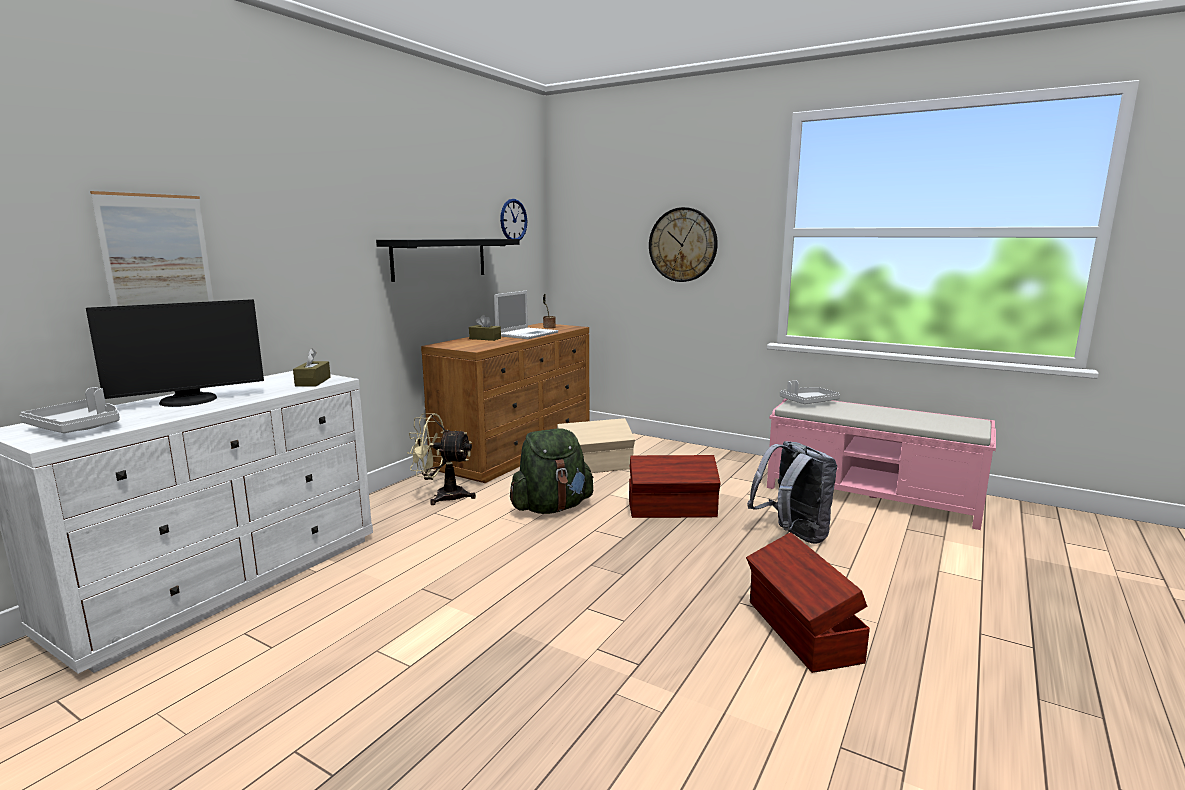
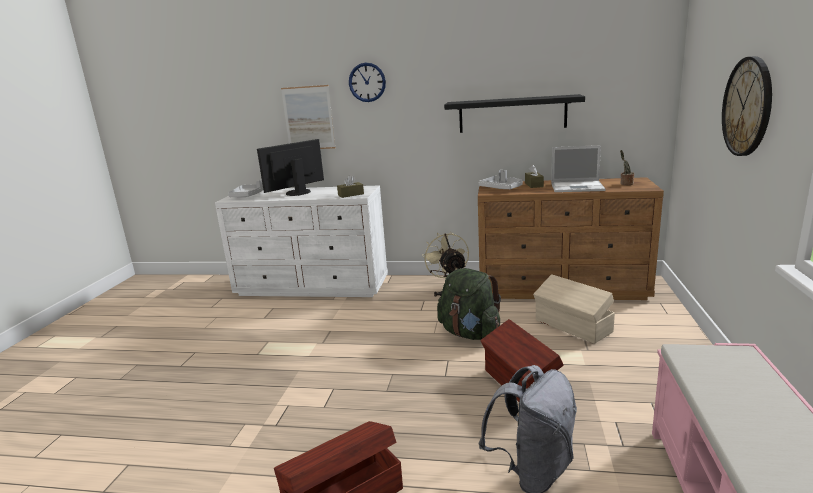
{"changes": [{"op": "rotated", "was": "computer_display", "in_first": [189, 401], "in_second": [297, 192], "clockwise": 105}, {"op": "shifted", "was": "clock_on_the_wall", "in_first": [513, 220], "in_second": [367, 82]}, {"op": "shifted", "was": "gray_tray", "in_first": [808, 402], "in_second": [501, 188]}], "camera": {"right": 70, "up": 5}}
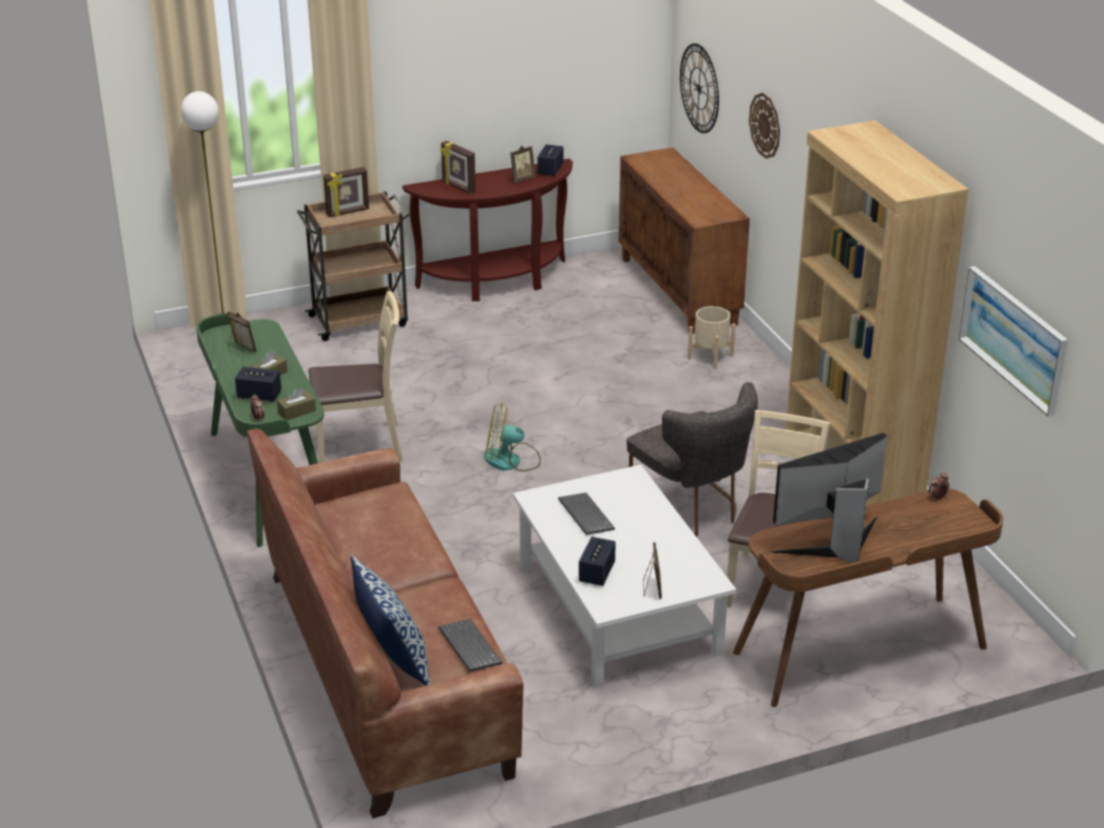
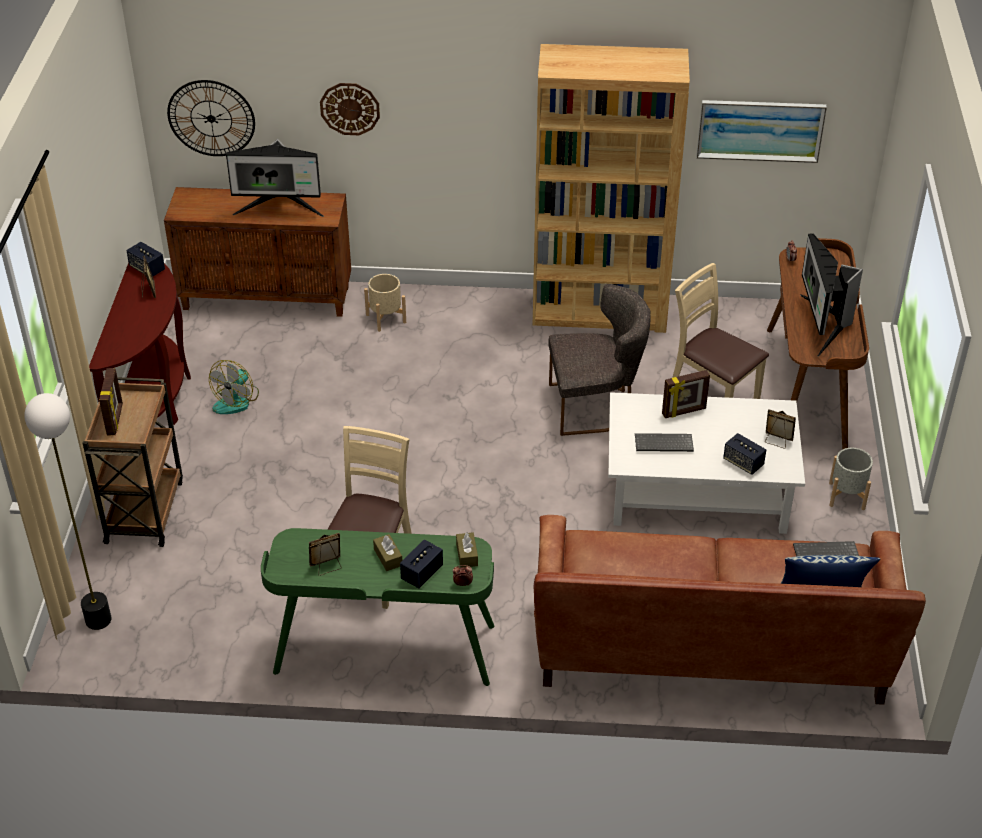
{"changes": [{"op": "shifted", "was": "cooling_fan", "in_first": [511, 460], "in_second": [236, 400]}, {"op": "new", "now": "computer_display", "in_second": [280, 208]}, {"op": "shifted", "was": "photo_frame", "in_first": [458, 187], "in_second": [684, 412]}, {"op": "new", "now": "gray_plant_pot", "in_second": [847, 495]}], "camera": {"right": -65, "up": 10}}
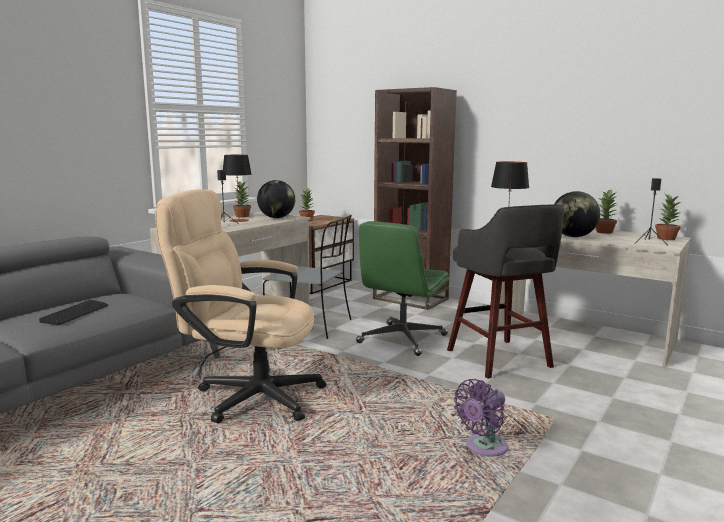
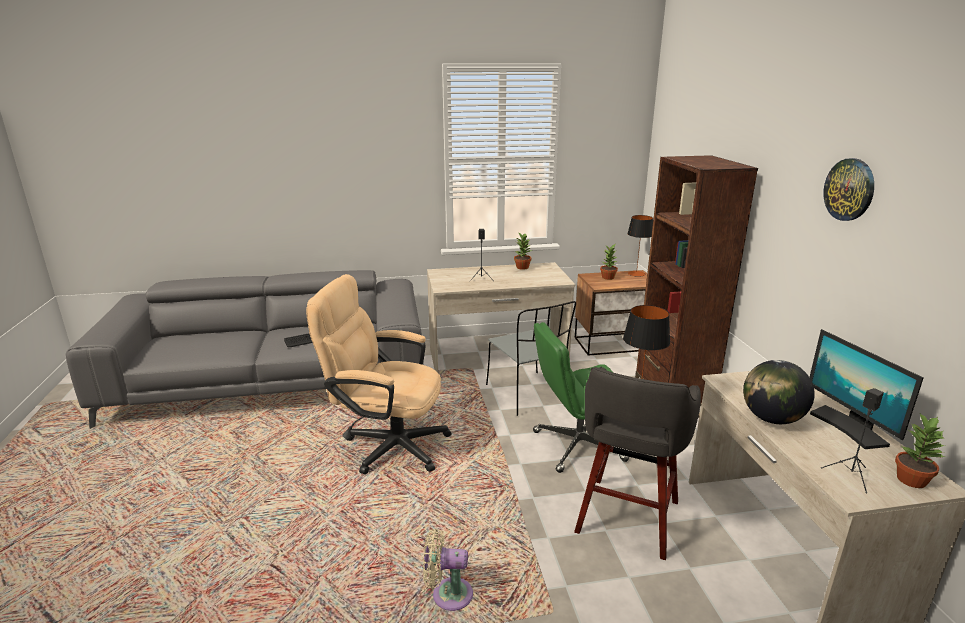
{"changes": [{"op": "rotated", "was": "beige_desk_chair", "in_first": [248, 395], "in_second": [387, 444], "clockwise": -45}, {"op": "repainted", "was": "purple-coloured_cooling_fan", "now": "beige_cooling_fan", "in_first": [483, 448], "in_second": [448, 594]}, {"op": "shifted", "was": "tabletop_lamp", "in_first": [239, 220], "in_second": [636, 273]}, {"op": "swapped", "was": "plant_in_a_pot", "now": "computer_display", "in_first": [605, 232], "in_second": [848, 427]}, {"op": "new", "now": "clock_on_the_wall", "in_second": [849, 189]}, {"op": "gone", "was": "globe", "in_first": [276, 218]}], "camera": {"right": 45, "up": 10}}
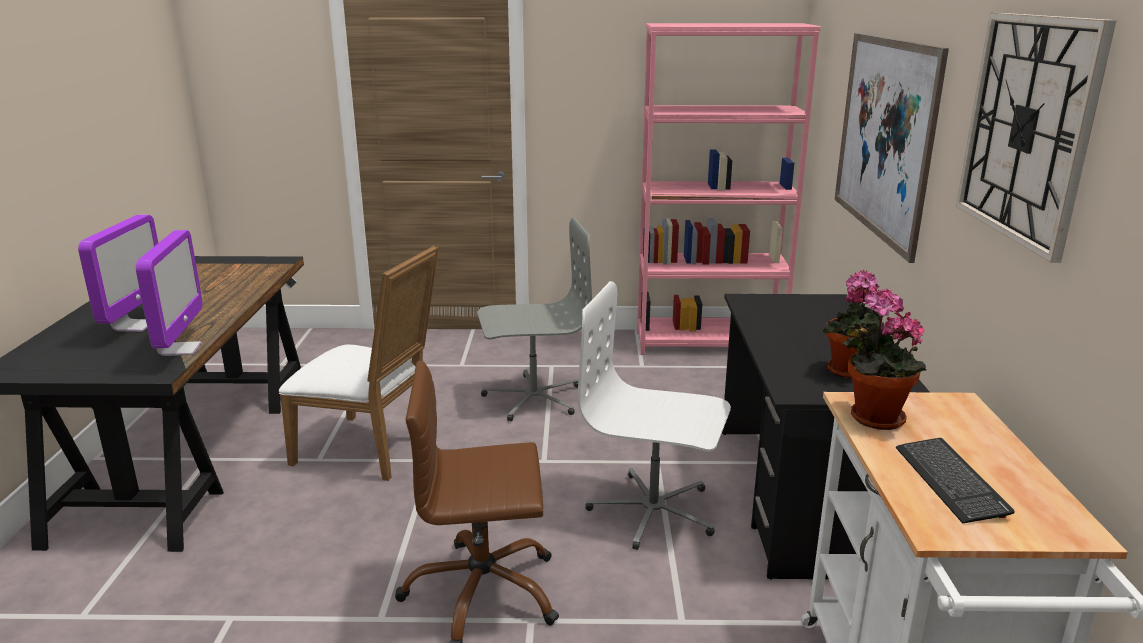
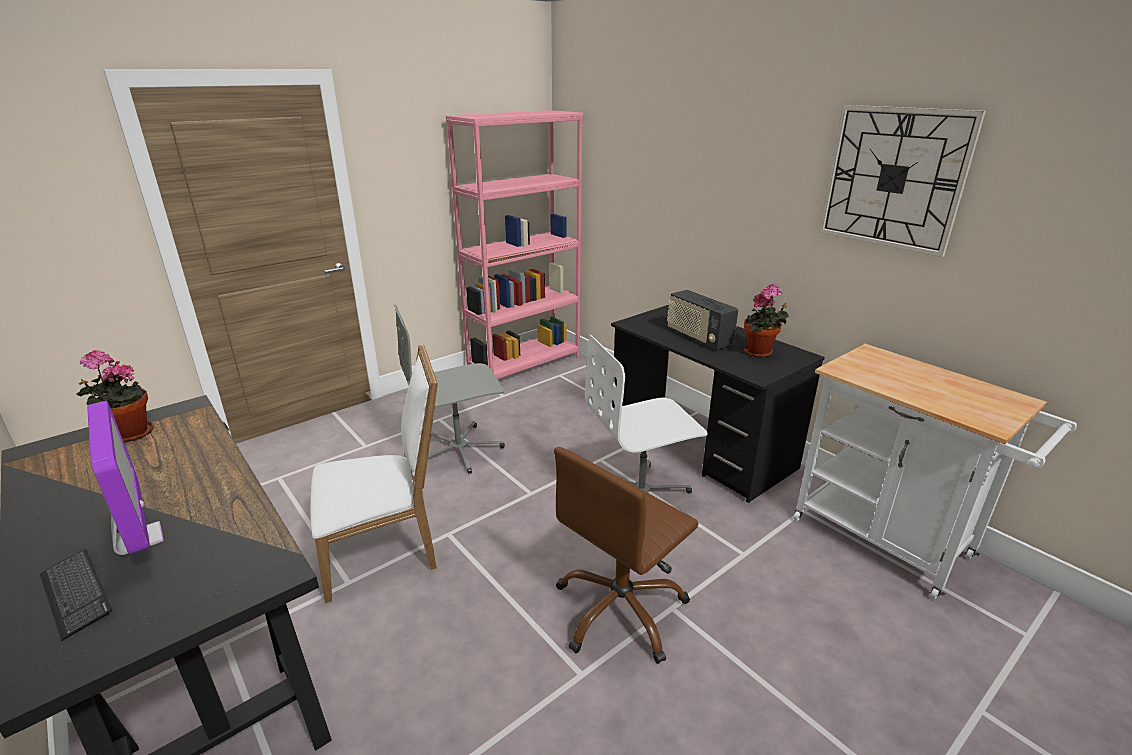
{"changes": [{"op": "shifted", "was": "computer_keyboard", "in_first": [950, 481], "in_second": [76, 594]}, {"op": "shifted", "was": "plant_in_a_pot", "in_first": [871, 418], "in_second": [129, 434]}, {"op": "rotated", "was": "gray_desk_chair", "in_first": [533, 398], "in_second": [459, 449], "clockwise": -150}, {"op": "new", "now": "radio", "in_second": [698, 338]}, {"op": "gone", "was": "computer_display", "in_first": [180, 349]}, {"op": "gone", "was": "wall_art", "in_first": [883, 137]}], "camera": {"right": -40, "up": 5}}
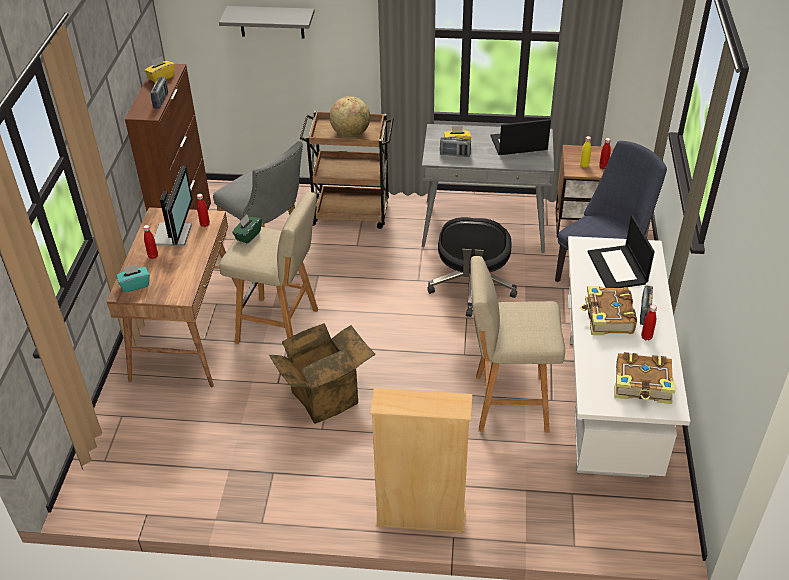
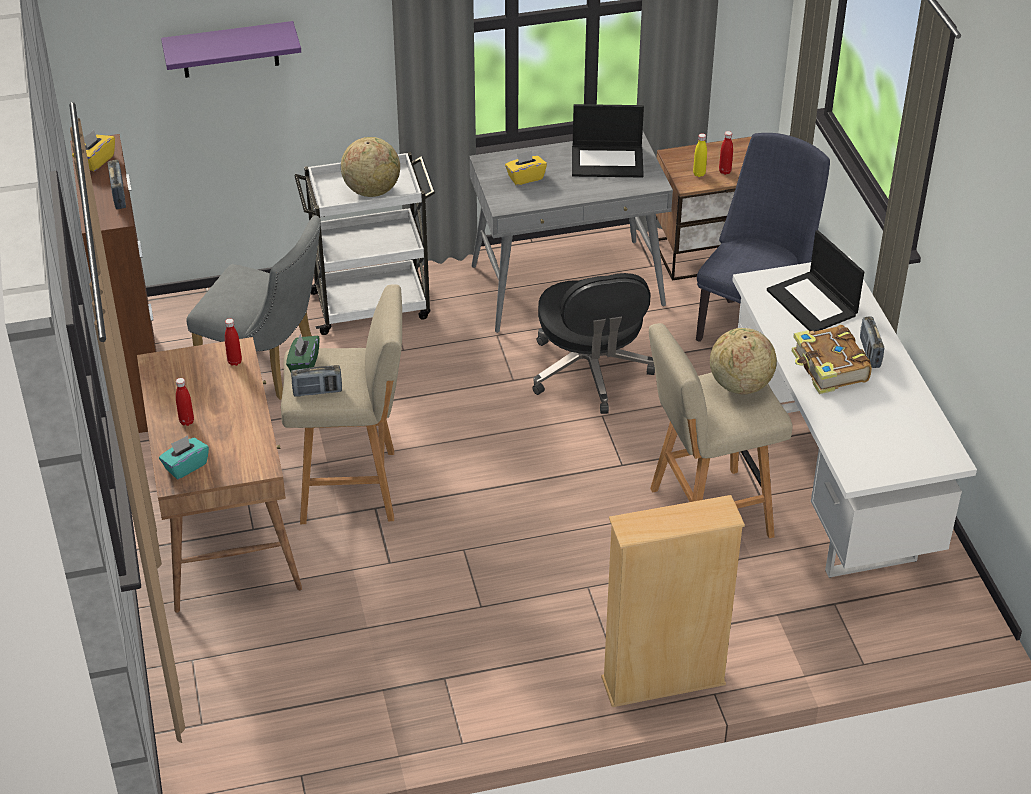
{"changes": [{"op": "repainted", "was": "gray_shelf", "now": "purple-coloured_shelf", "in_first": [271, 22], "in_second": [229, 50]}, {"op": "shifted", "was": "radio", "in_first": [455, 154], "in_second": [317, 391]}, {"op": "repainted", "was": "brown_wheeled_cart", "now": "white-coloured_wheeled_cart", "in_first": [352, 213], "in_second": [372, 305]}, {"op": "rotated", "was": "notebook_computer", "in_first": [518, 144], "in_second": [608, 161], "clockwise": -150}, {"op": "new", "now": "globe", "in_second": [740, 385]}, {"op": "gone", "was": "computer_display", "in_first": [174, 234]}, {"op": "gone", "was": "packing_box", "in_first": [324, 395]}, {"op": "gone", "was": "book", "in_first": [643, 385]}, {"op": "gone", "was": "reddish_beverage_bottle", "in_first": [646, 337]}], "camera": {"right": -20, "up": 0}}
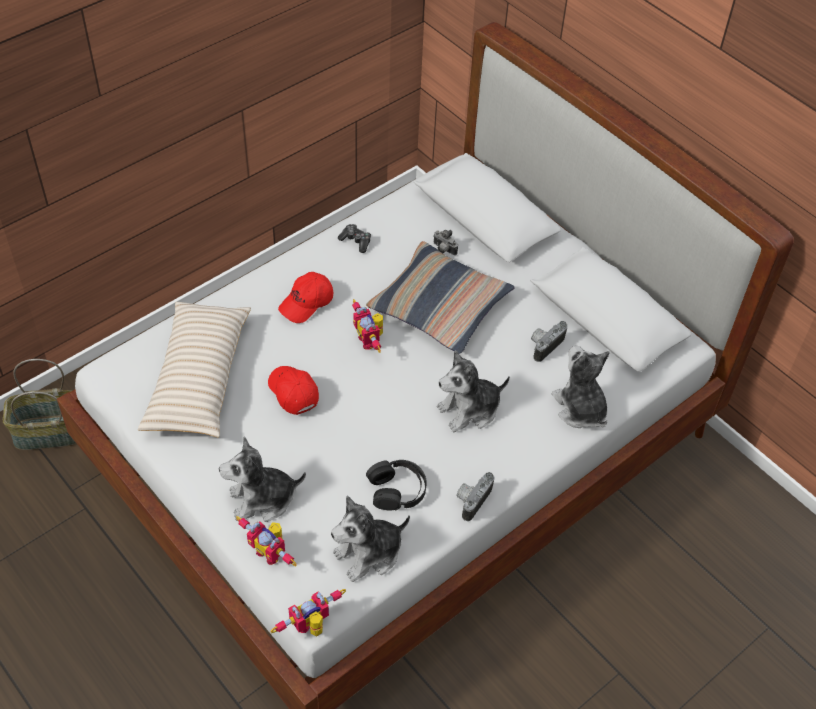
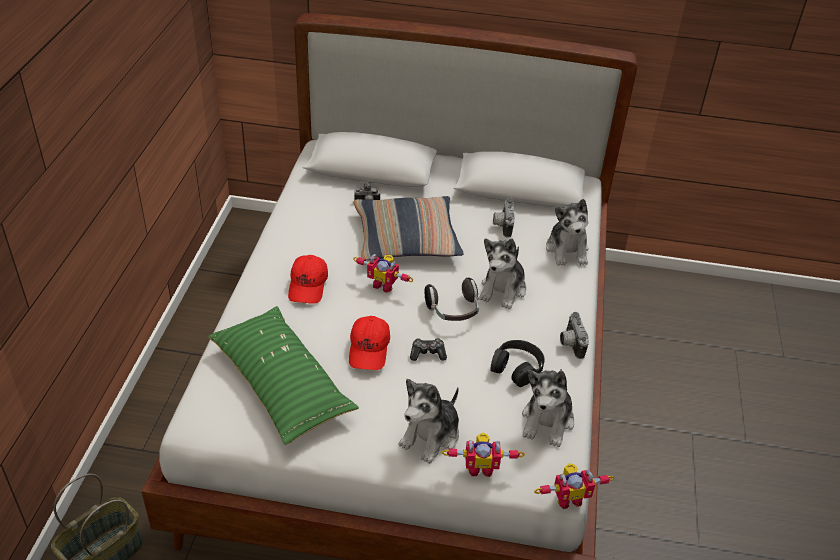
{"changes": [{"op": "repainted", "was": "beige_cushion", "now": "green_cushion", "in_first": [198, 378], "in_second": [281, 384]}, {"op": "rotated", "was": "reddish_cap", "in_first": [292, 393], "in_second": [369, 350], "clockwise": -105}, {"op": "shifted", "was": "game_controller", "in_first": [356, 241], "in_second": [427, 353]}, {"op": "new", "now": "pair_of_headphones", "in_second": [453, 311]}, {"op": "rotated", "was": "model_robot", "in_first": [312, 628], "in_second": [568, 498], "clockwise": -120}, {"op": "rotated", "was": "soft_toy", "in_first": [580, 408], "in_second": [567, 250], "clockwise": -120}], "camera": {"right": -40, "up": -10}}
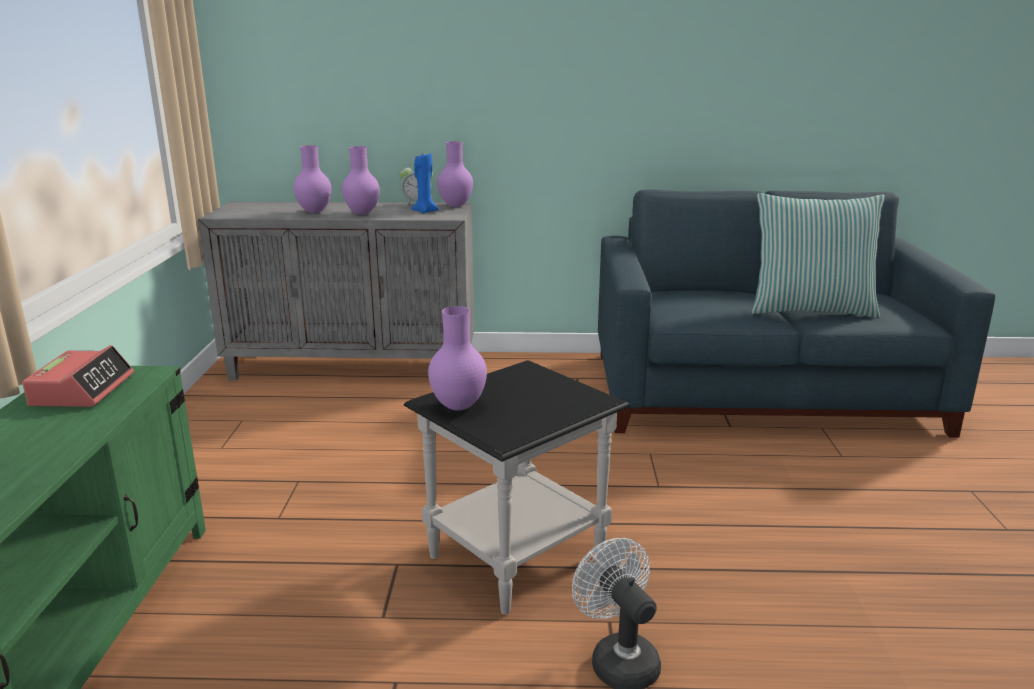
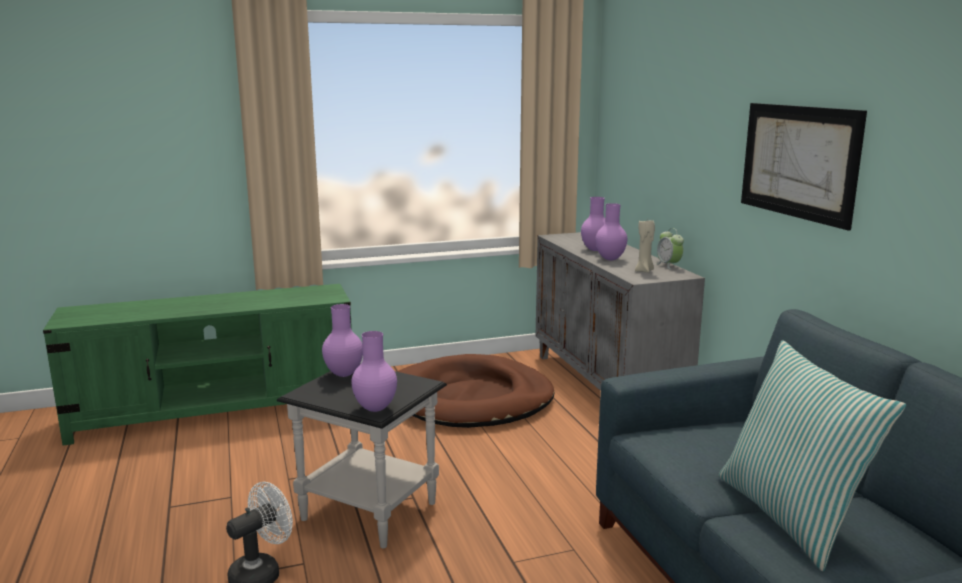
{"changes": [{"op": "shifted", "was": "purple-coloured_decorative_vase", "in_first": [456, 206], "in_second": [374, 409]}, {"op": "new", "now": "brown_dog_cushion", "in_second": [472, 398]}, {"op": "repainted", "was": "blue_candle", "now": "beige_candle", "in_first": [425, 211], "in_second": [644, 271]}, {"op": "new", "now": "wall_art", "in_second": [798, 161]}, {"op": "gone", "was": "table_clock", "in_first": [82, 390]}], "camera": {"right": 70, "up": -5}}
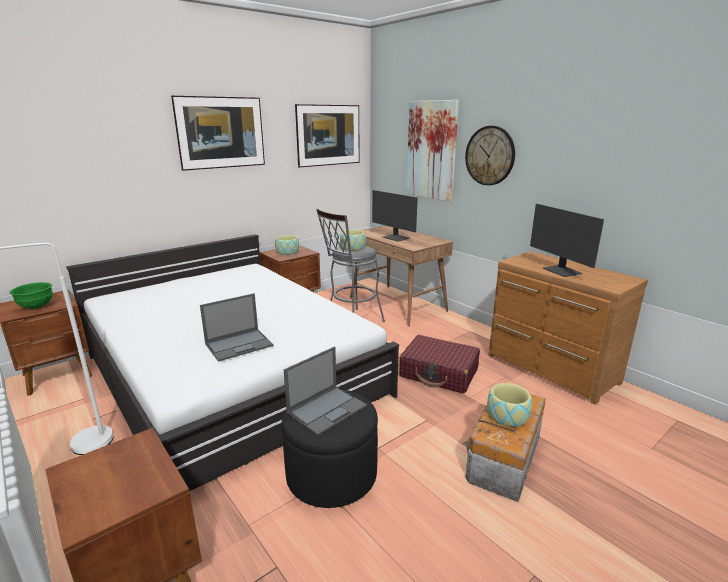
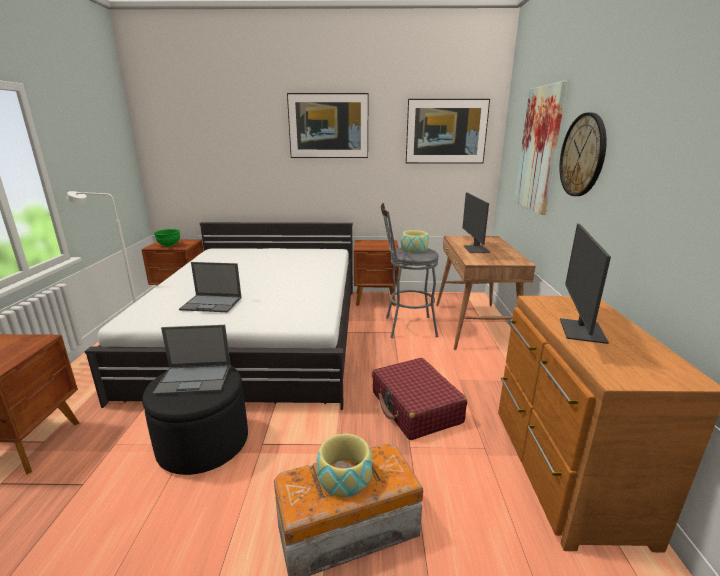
{"changes": [{"op": "gone", "was": "serving_bowl", "in_first": [287, 251]}], "camera": {"right": 40, "up": 0}}
